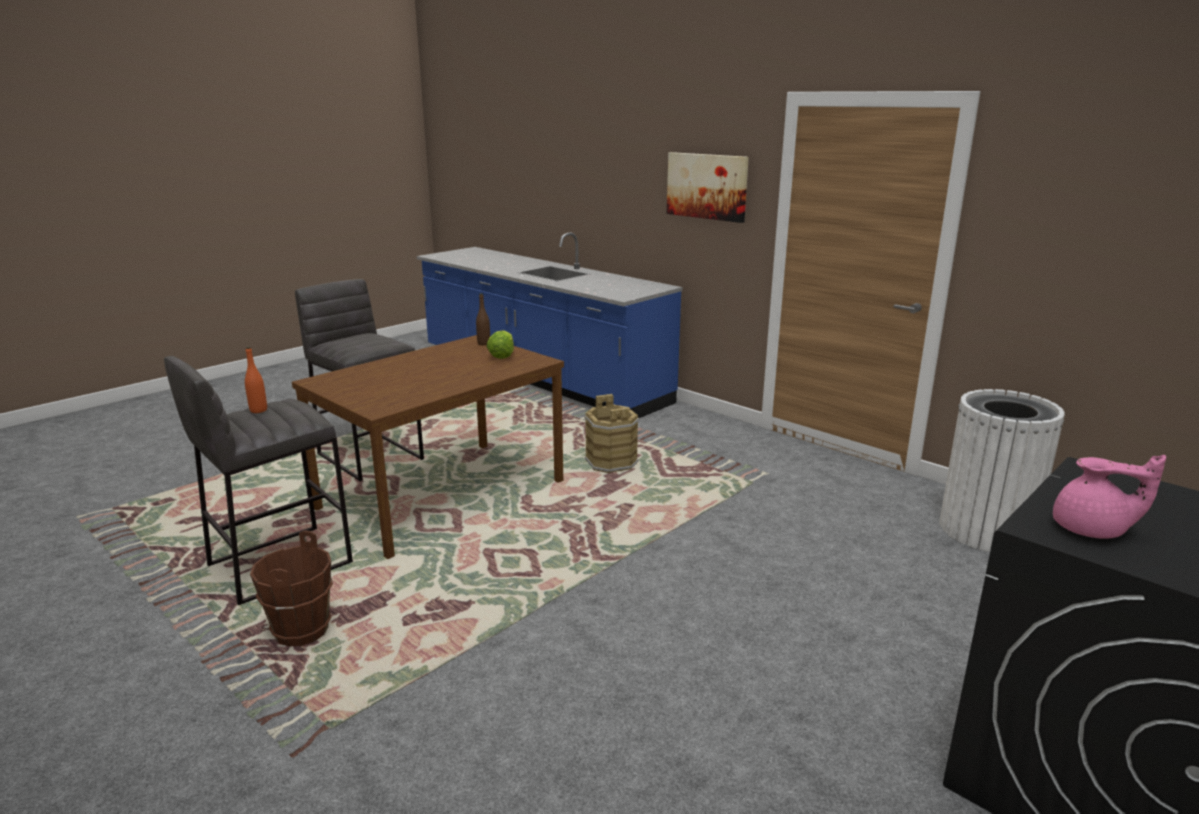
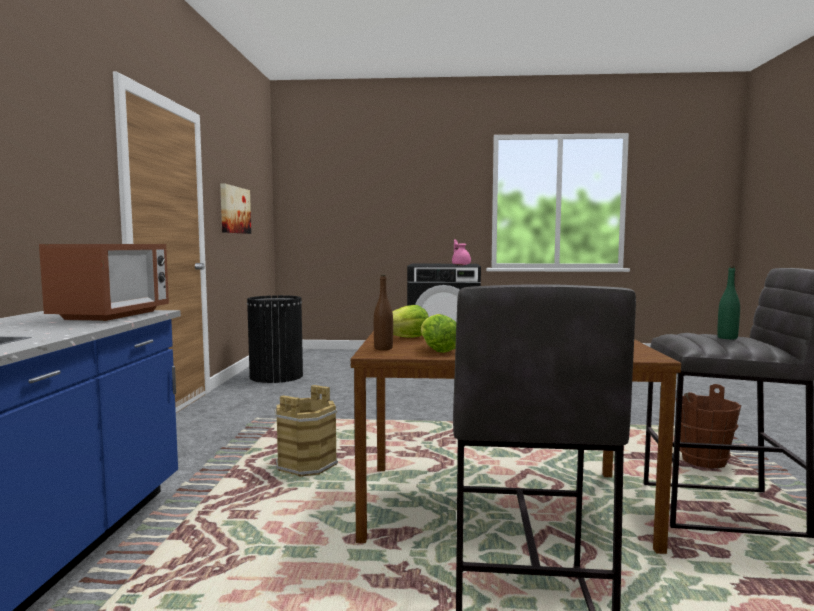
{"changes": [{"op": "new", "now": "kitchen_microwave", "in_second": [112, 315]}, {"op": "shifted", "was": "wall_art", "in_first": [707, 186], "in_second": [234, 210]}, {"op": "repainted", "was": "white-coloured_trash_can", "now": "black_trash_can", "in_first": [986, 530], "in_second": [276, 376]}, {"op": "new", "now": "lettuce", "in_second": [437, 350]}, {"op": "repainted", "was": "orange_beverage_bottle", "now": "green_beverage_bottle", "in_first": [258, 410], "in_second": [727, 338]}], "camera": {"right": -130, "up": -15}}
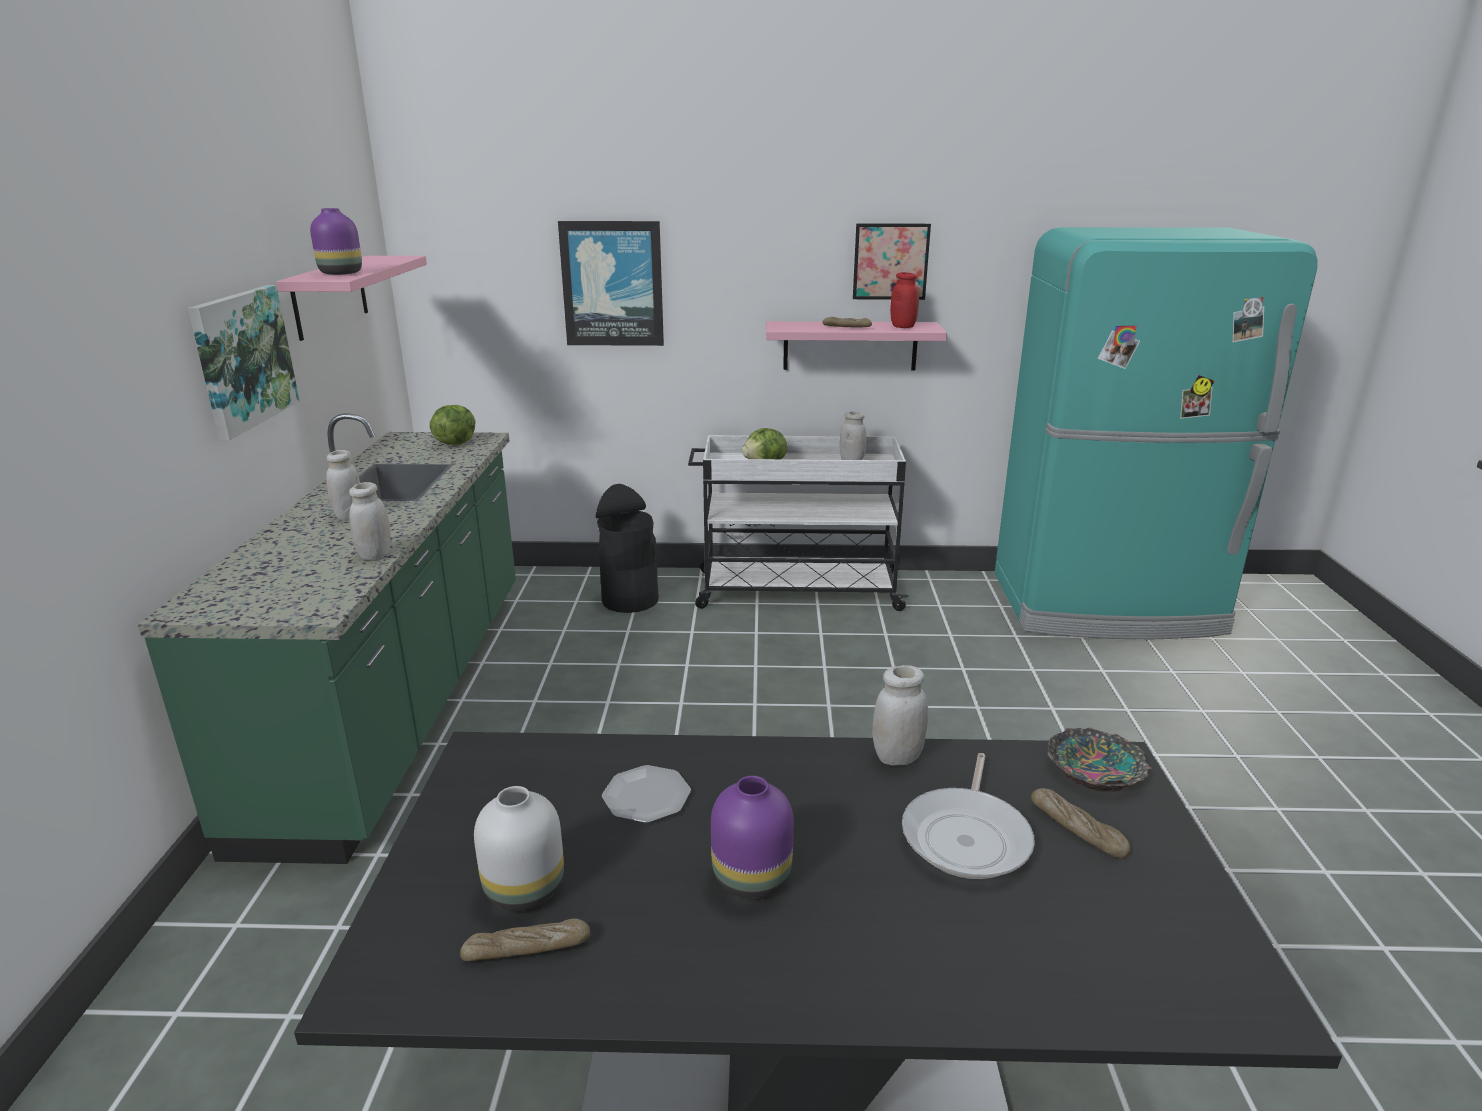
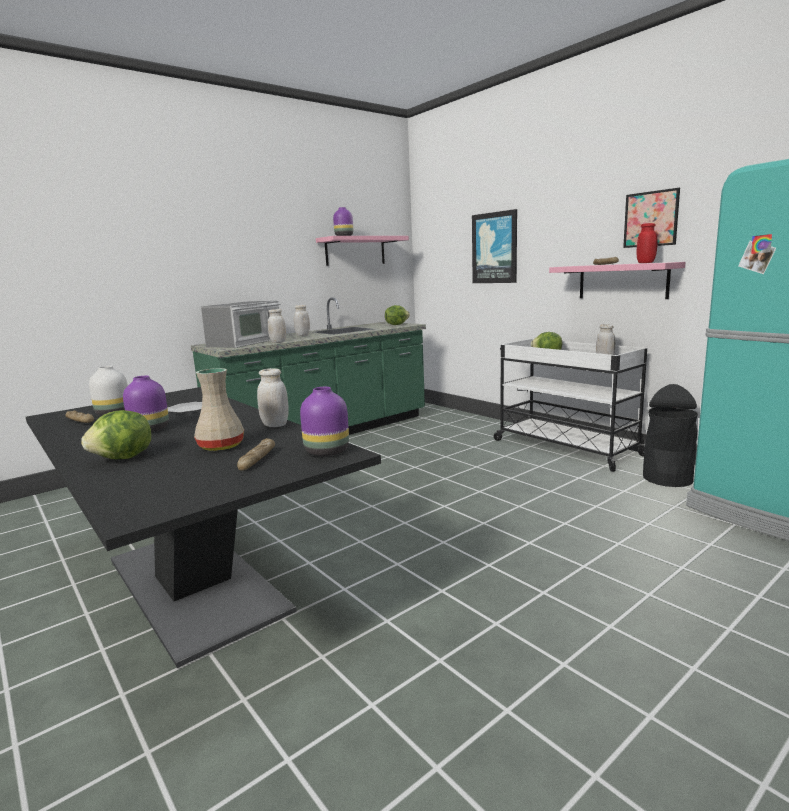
{"changes": [{"op": "new", "now": "lettuce", "in_second": [124, 458]}, {"op": "swapped", "was": "skillet", "now": "beige_decorative_vase", "in_first": [967, 836], "in_second": [222, 446]}, {"op": "new", "now": "kitchen_microwave", "in_second": [246, 342]}, {"op": "swapped", "was": "serving_bowl", "now": "purple-coloured_decorative_vase", "in_first": [1097, 770], "in_second": [326, 452]}, {"op": "shifted", "was": "black_trash_can", "in_first": [630, 599], "in_second": [667, 478]}, {"op": "gone", "was": "wall_art", "in_first": [242, 359]}], "camera": {"right": 50, "up": -10}}
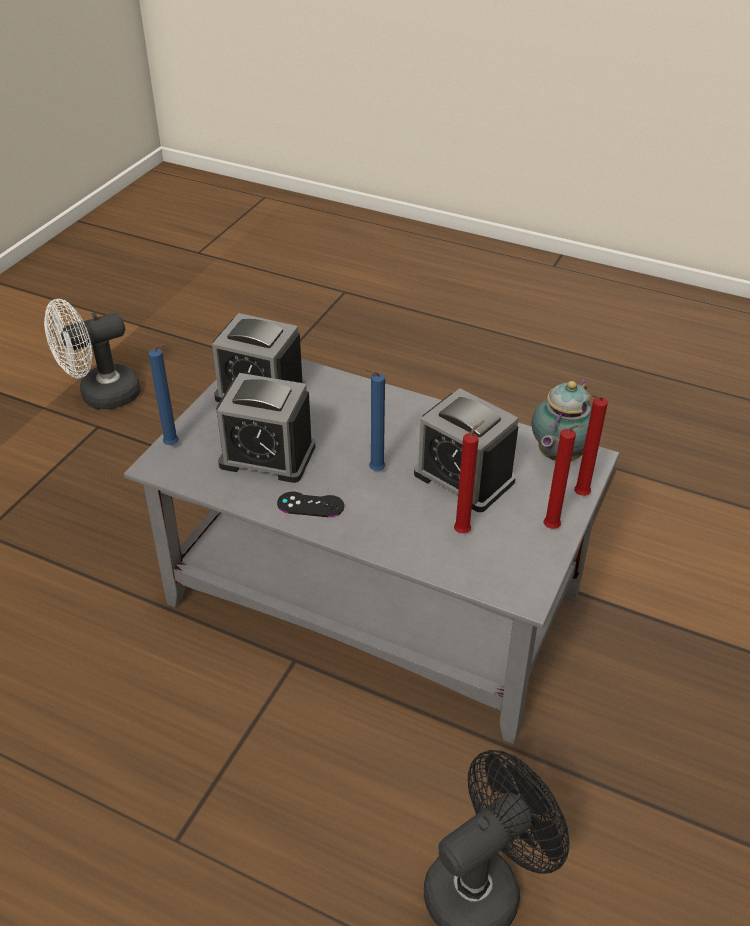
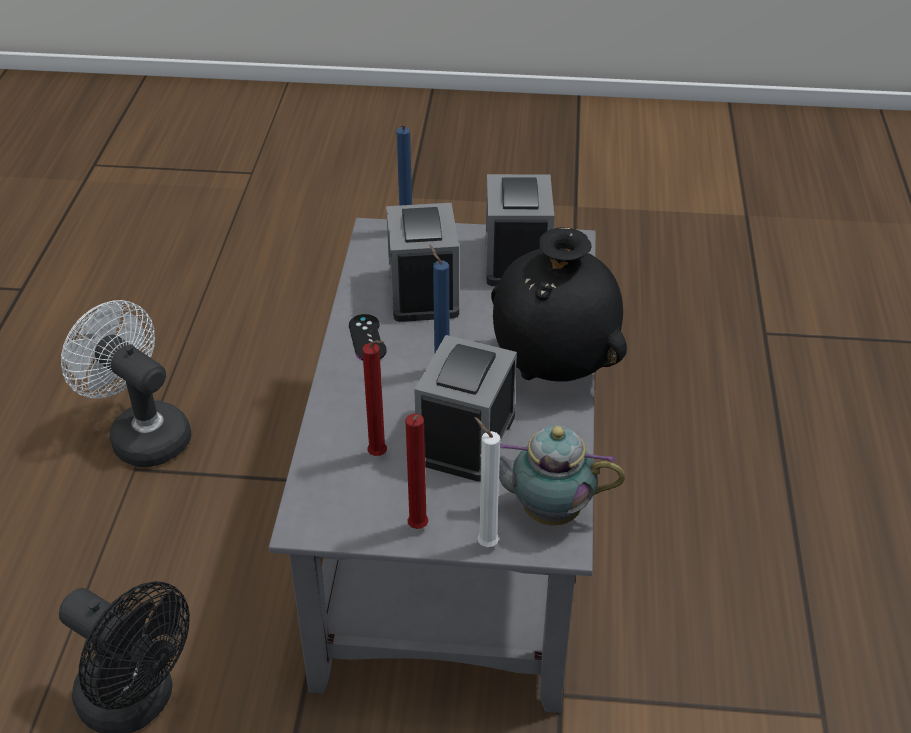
{"changes": [{"op": "shifted", "was": "white-coloured_cooling_fan", "in_first": [101, 396], "in_second": [142, 434]}, {"op": "repainted", "was": "reddish_candle", "now": "white-coloured_candle", "in_first": [579, 496], "in_second": [485, 543]}, {"op": "new", "now": "black_decorative_vase", "in_second": [554, 368]}], "camera": {"right": 70, "up": 0}}
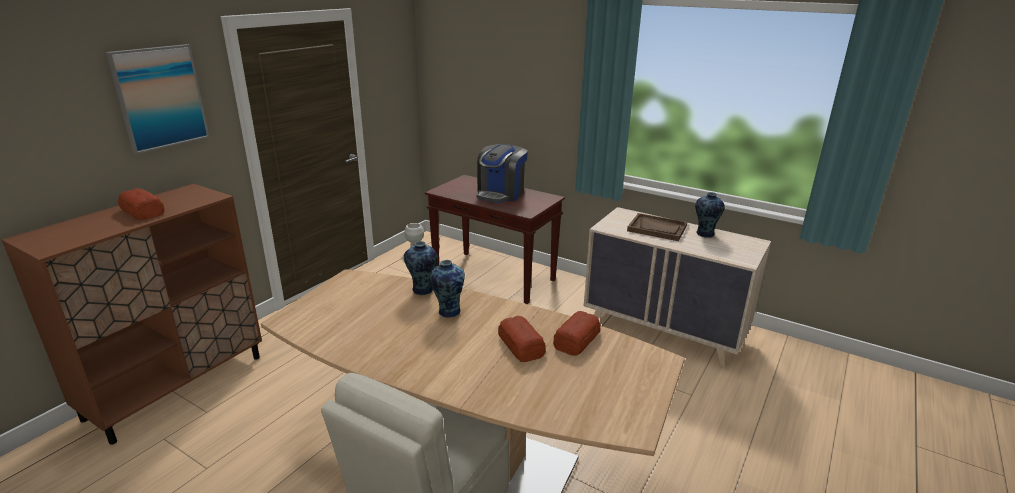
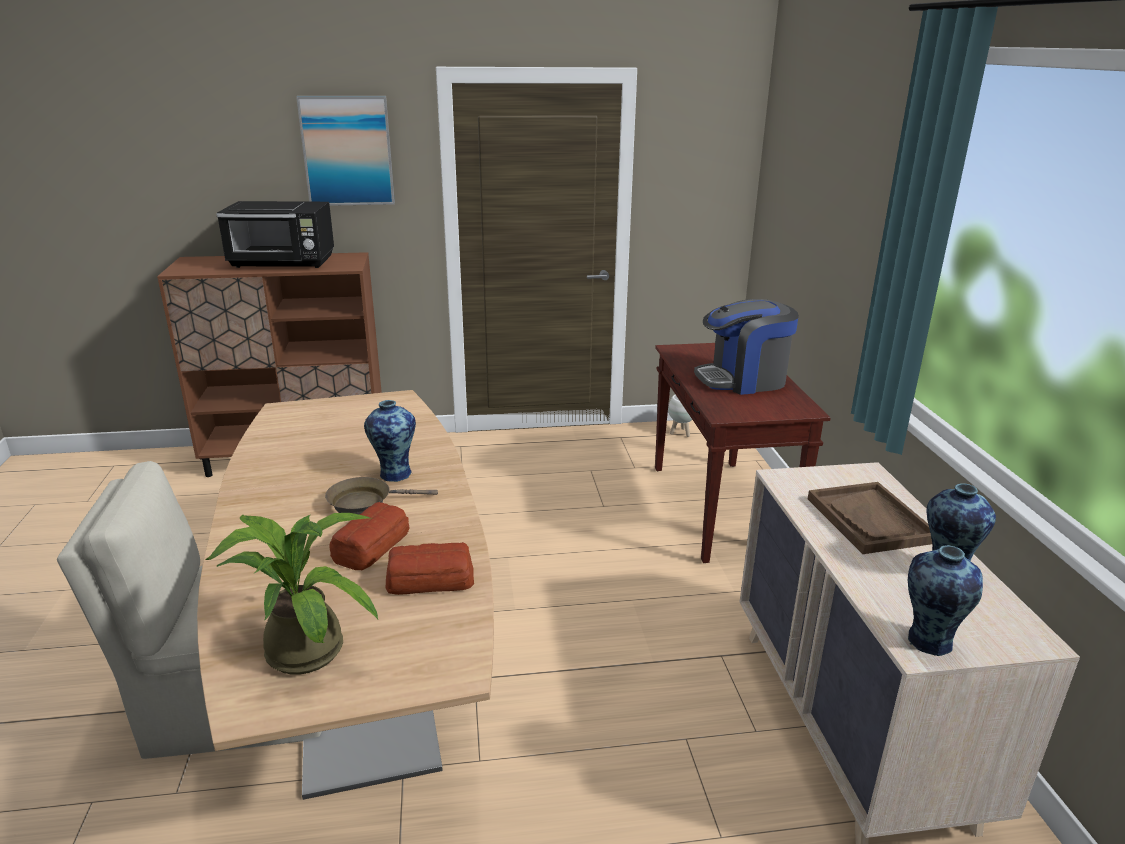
{"changes": [{"op": "new", "now": "plant_in_a_pot", "in_second": [303, 645]}, {"op": "swapped", "was": "baked_bread", "now": "black_kitchen_microwave", "in_first": [143, 211], "in_second": [283, 263]}, {"op": "new", "now": "brown_skillet", "in_second": [365, 503]}, {"op": "shifted", "was": "decorative_vase", "in_first": [422, 290], "in_second": [928, 641]}], "camera": {"right": 50, "up": 0}}
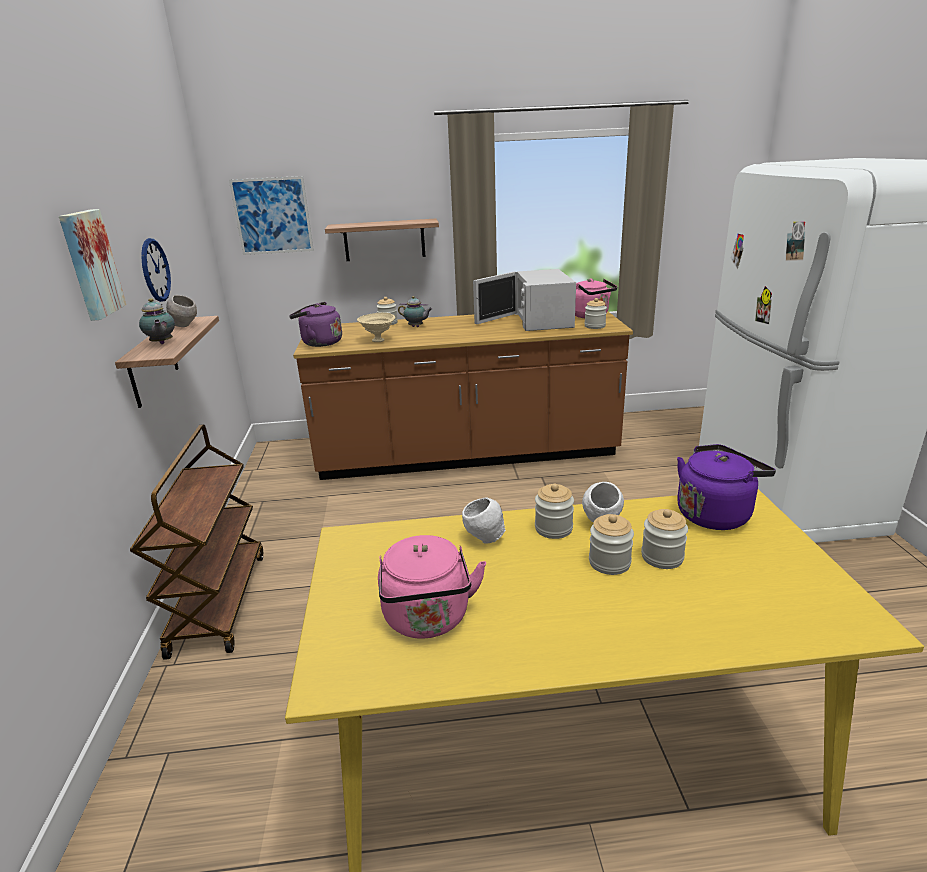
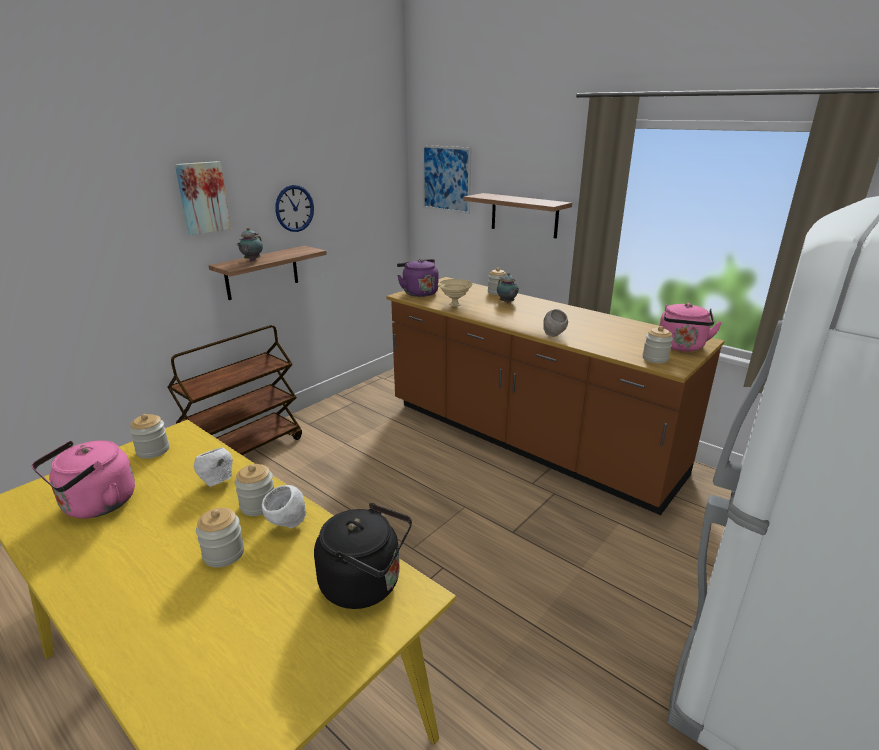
{"changes": [{"op": "shifted", "was": "storage_jar", "in_first": [662, 557], "in_second": [153, 450]}, {"op": "repainted", "was": "purple-coloured_kettle", "now": "black_kettle", "in_first": [715, 514], "in_second": [366, 584]}, {"op": "shifted", "was": "gray_serving_bowl", "in_first": [185, 326], "in_second": [554, 336]}, {"op": "gone", "was": "white-coloured_kitchen_microwave", "in_first": [538, 320]}], "camera": {"right": 45, "up": 0}}
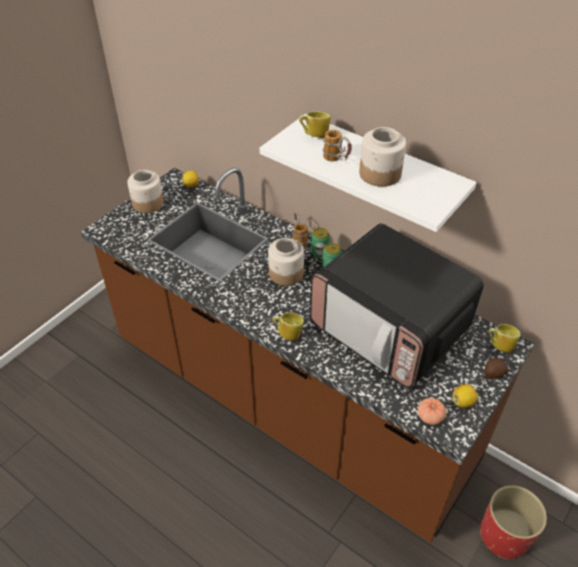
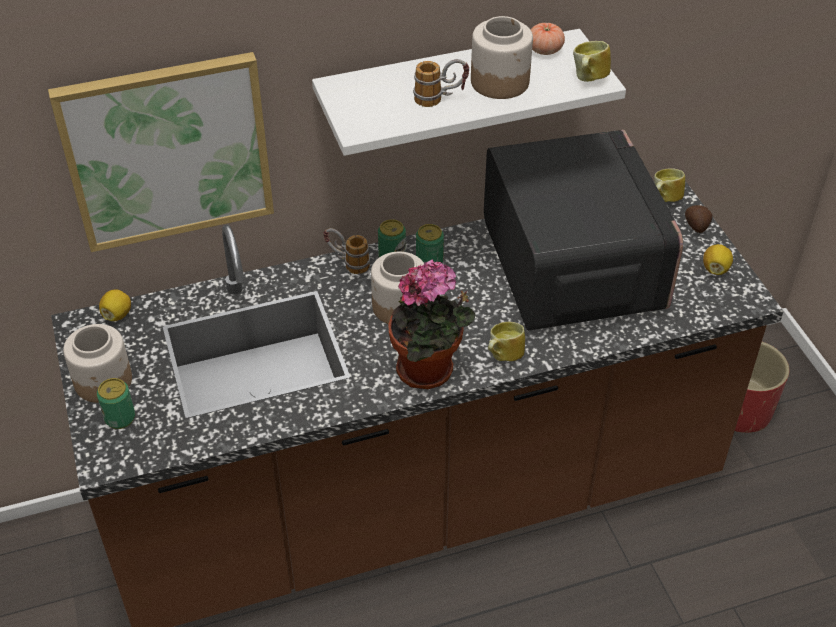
{"changes": [{"op": "new", "now": "wall_art", "in_second": [167, 151]}, {"op": "new", "now": "sealed_can", "in_second": [120, 418]}, {"op": "new", "now": "plant_in_a_pot", "in_second": [430, 371]}, {"op": "rotated", "was": "kitchen_microwave", "in_first": [390, 328], "in_second": [571, 266], "clockwise": -90}, {"op": "shifted", "was": "whole_tomato", "in_first": [430, 416], "in_second": [544, 50]}, {"op": "shifted", "was": "coffee_mug", "in_first": [314, 136], "in_second": [587, 80]}], "camera": {"right": -55, "up": 0}}
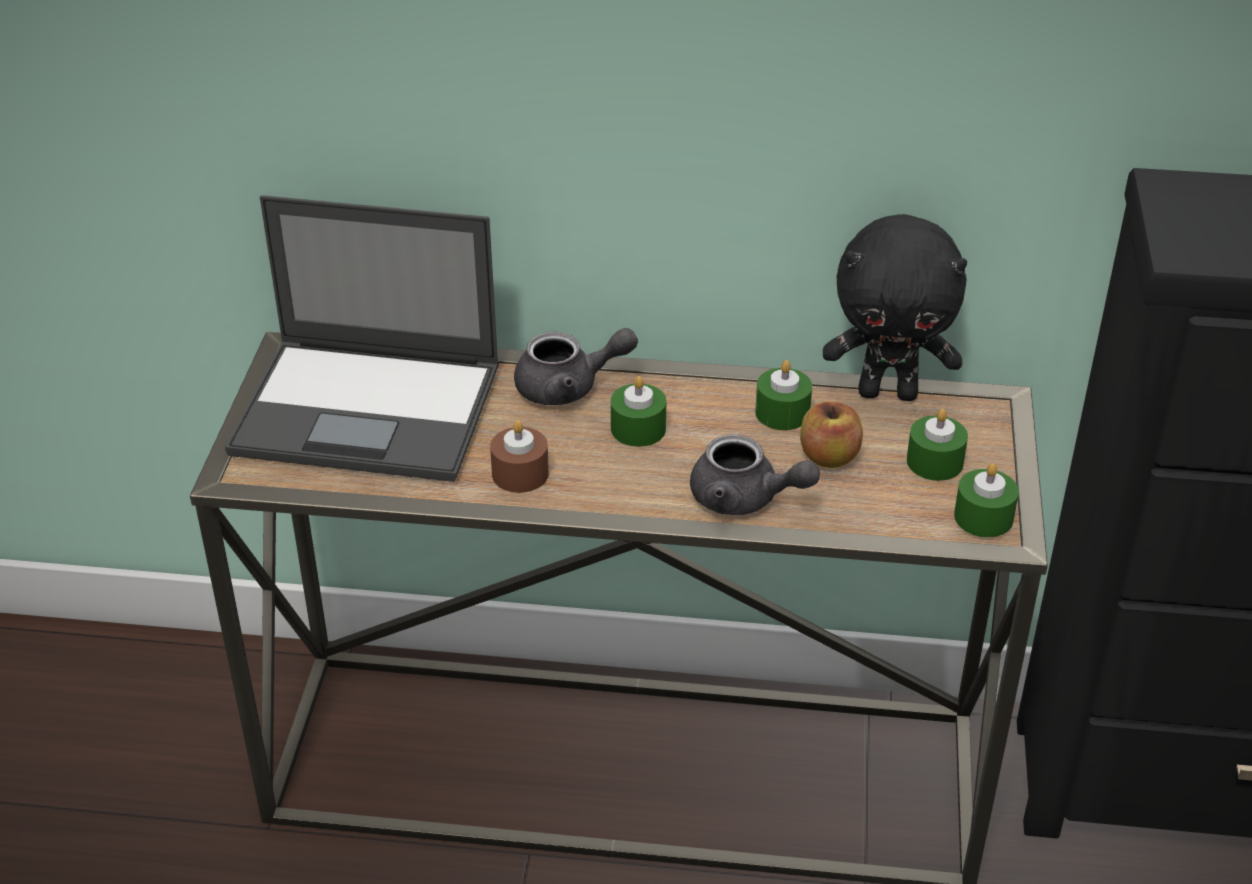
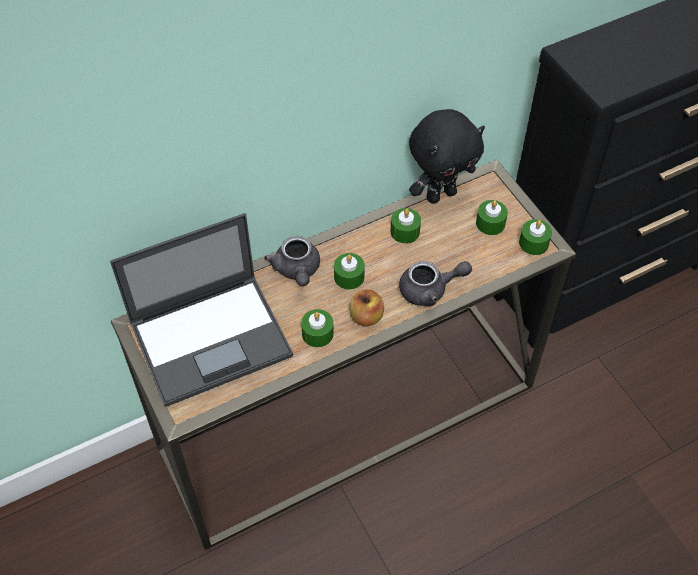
{"changes": [{"op": "rotated", "was": "gray_tea_pot", "in_first": [569, 387], "in_second": [297, 271], "clockwise": 120}, {"op": "repainted", "was": "brown_candle", "now": "green_candle", "in_first": [520, 473], "in_second": [317, 334]}, {"op": "shifted", "was": "whole_apple", "in_first": [829, 457], "in_second": [366, 317]}], "camera": {"right": -35, "up": 15}}
